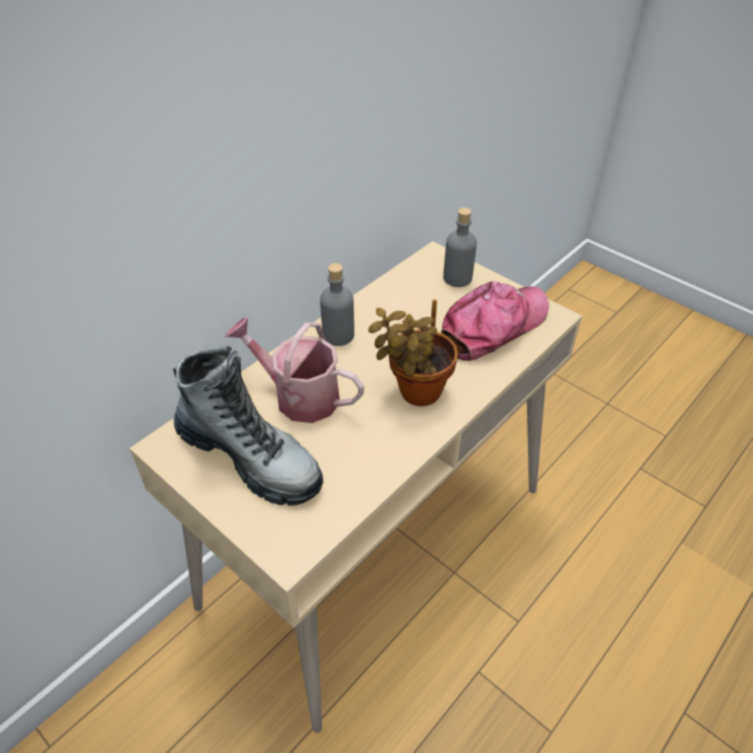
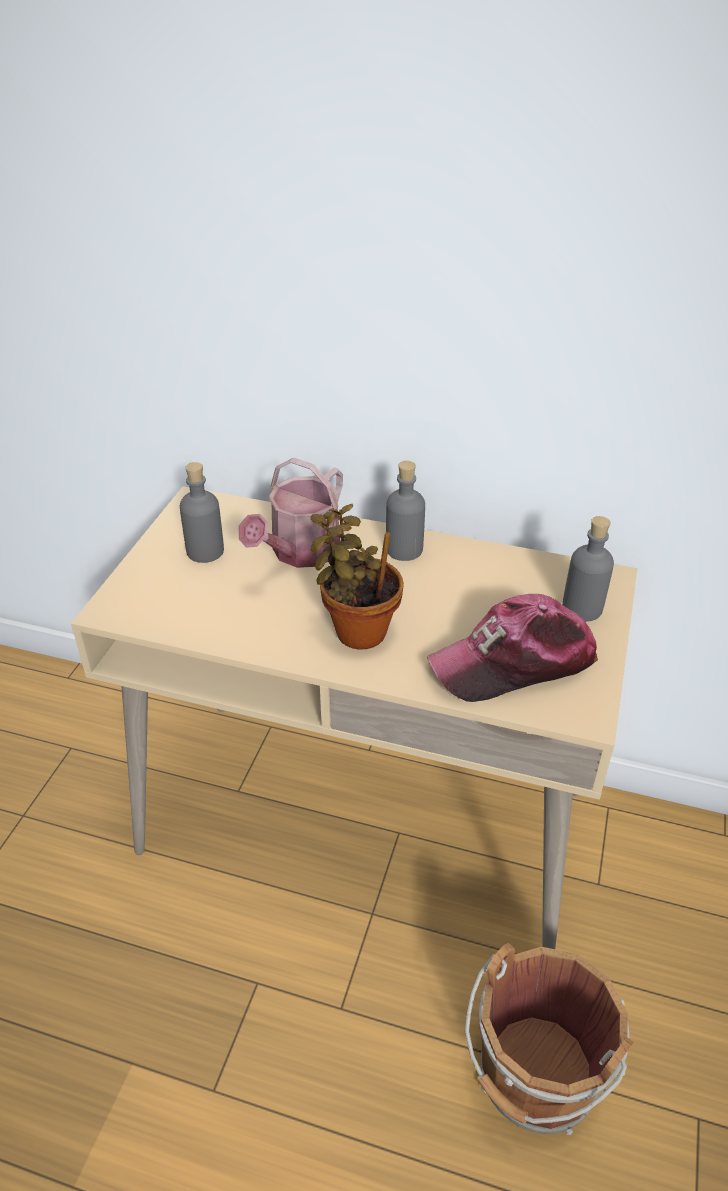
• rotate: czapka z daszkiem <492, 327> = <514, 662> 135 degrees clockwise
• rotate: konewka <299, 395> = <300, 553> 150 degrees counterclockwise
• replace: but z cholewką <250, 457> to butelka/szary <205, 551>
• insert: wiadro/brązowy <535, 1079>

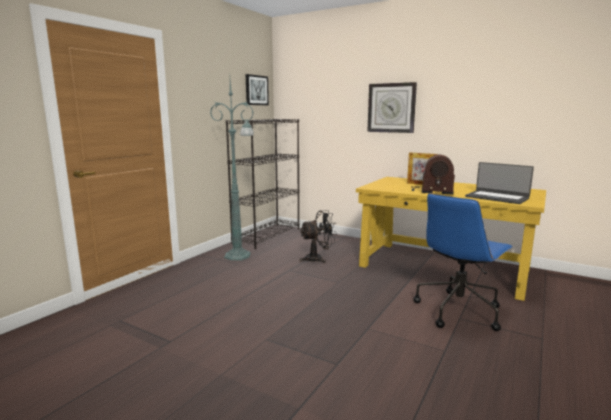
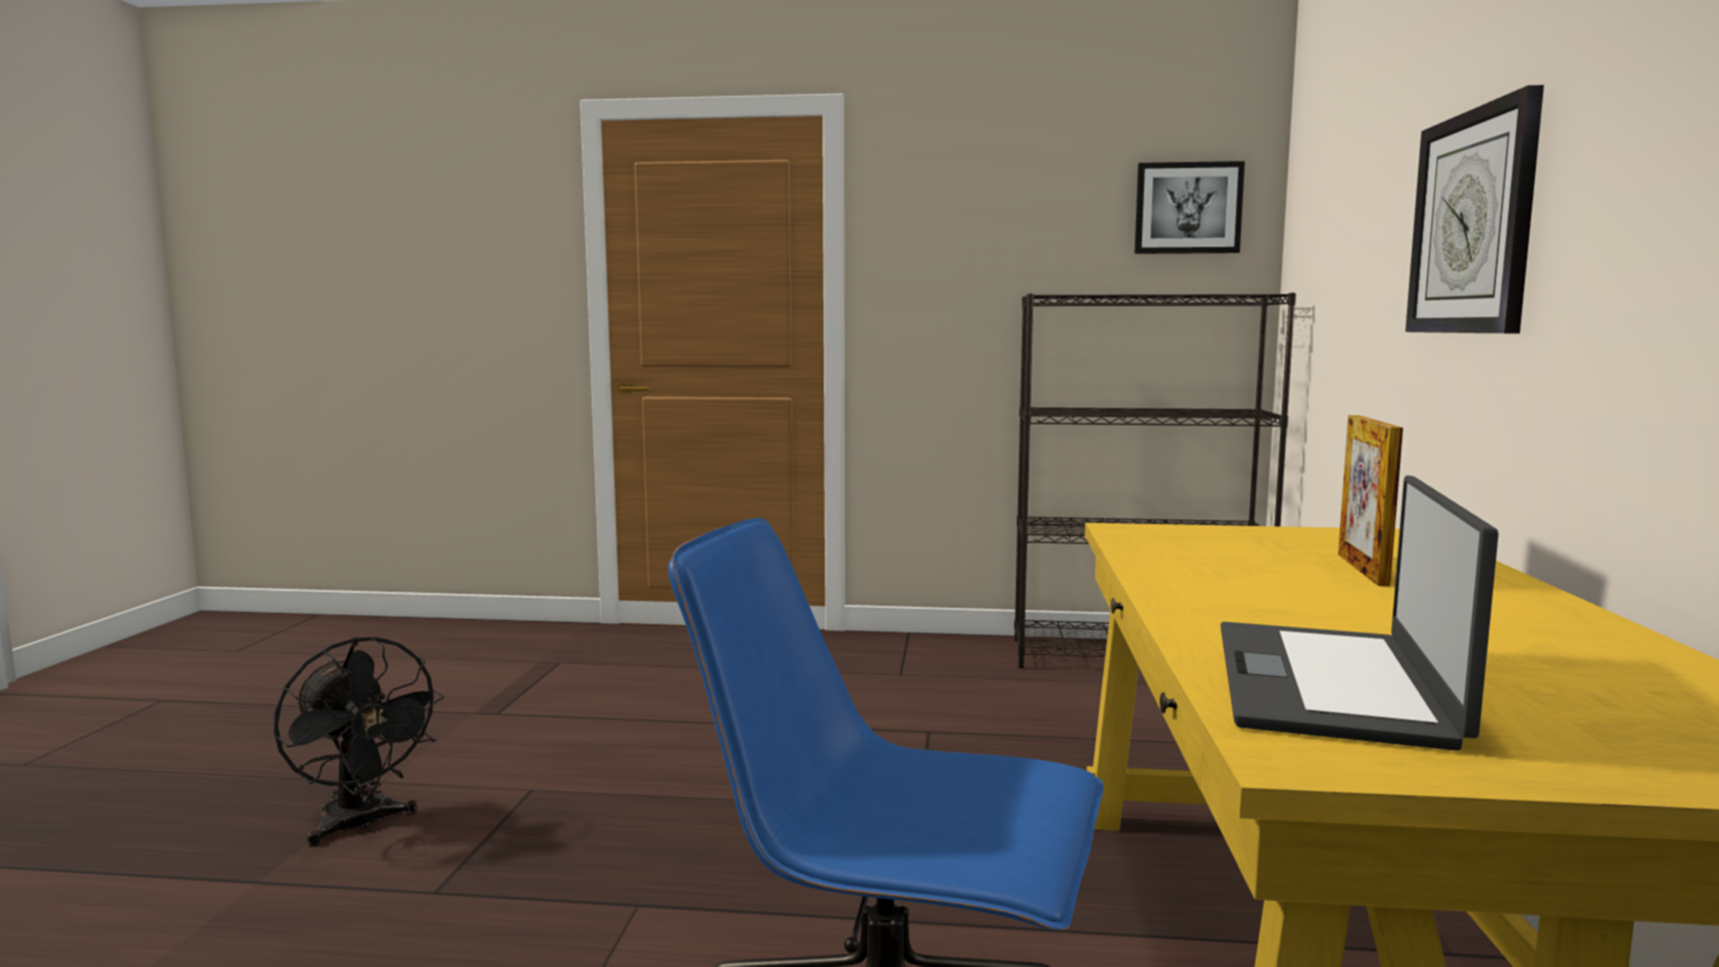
• delete: lampa stojąca/zielony <239, 256>
• delete: radio <431, 191>
• move: wentylator/czarny <318, 259> to <361, 825>

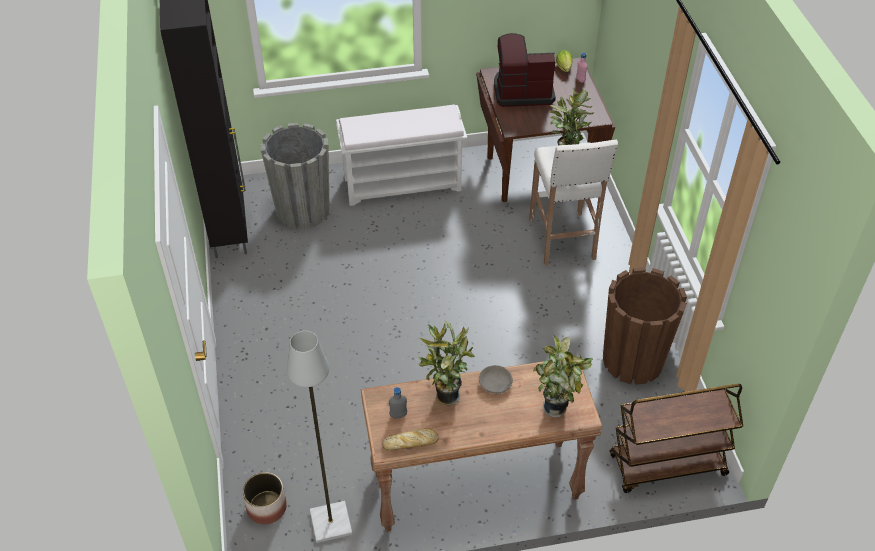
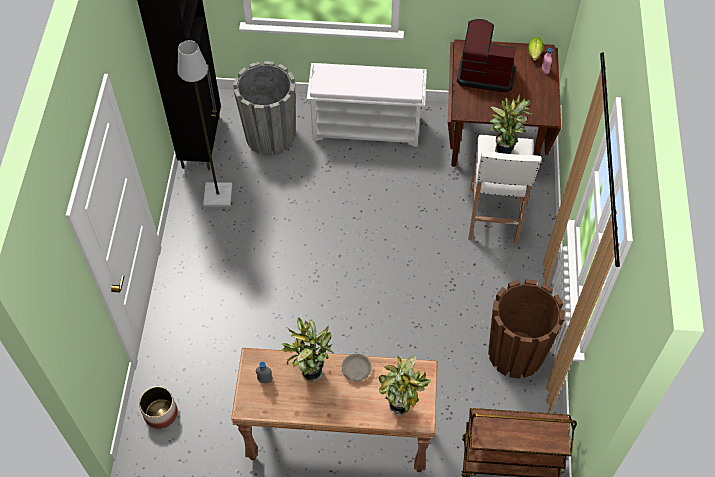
• move: lampa stojąca/szary <330, 522> to <217, 195>
• delete: chleb <411, 442>

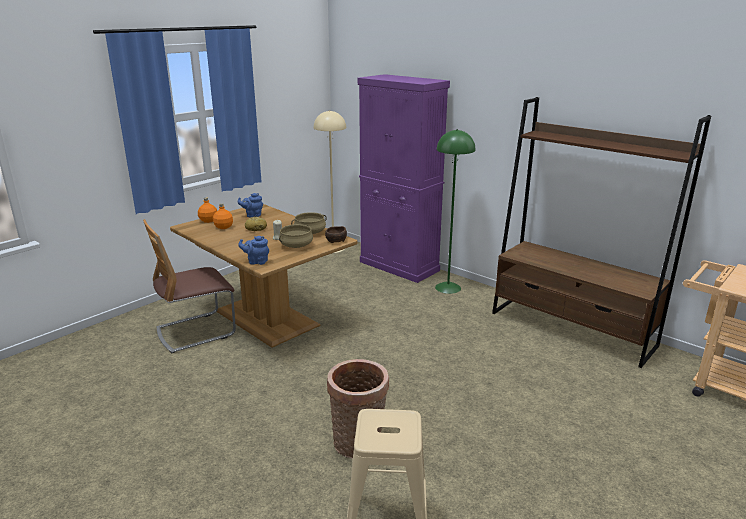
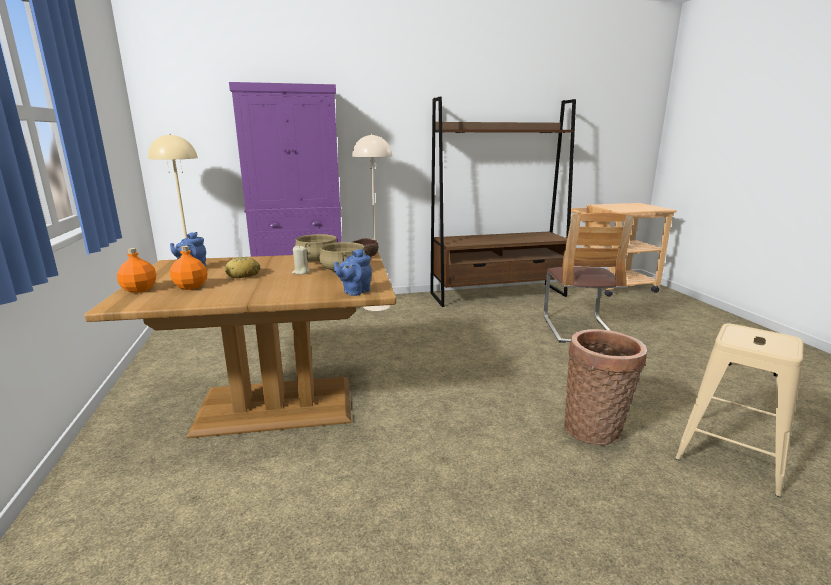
• recolor: lampa stojąca/zielony <448, 288> to lampa stojąca/beżowy <376, 306>
• move: krzesło <196, 332> to <578, 329>

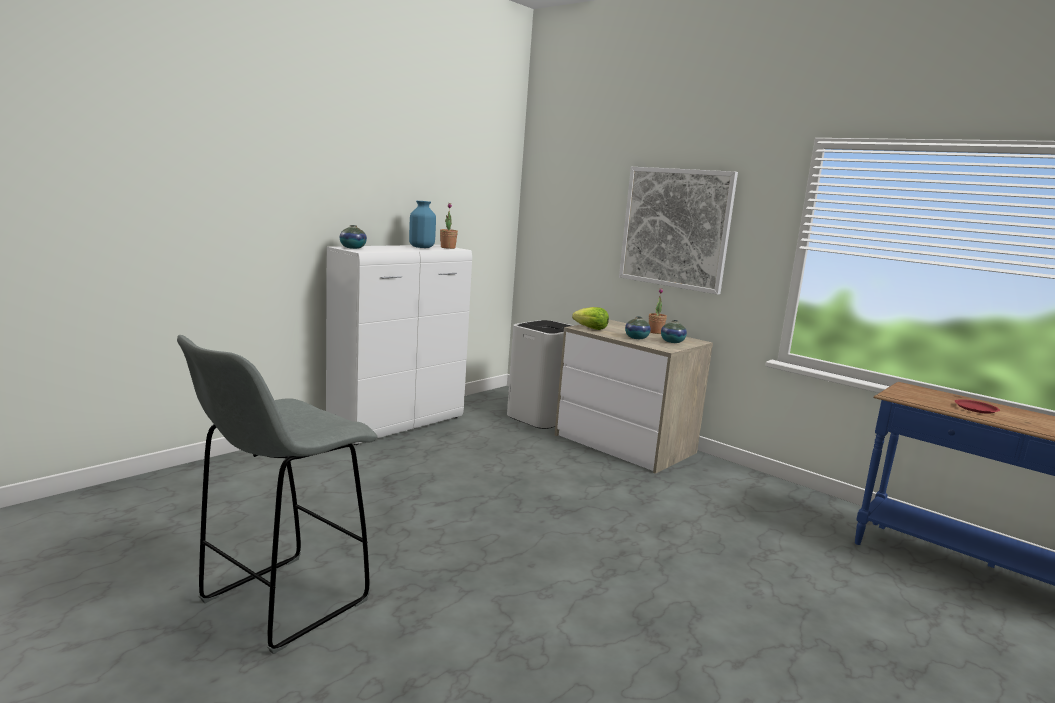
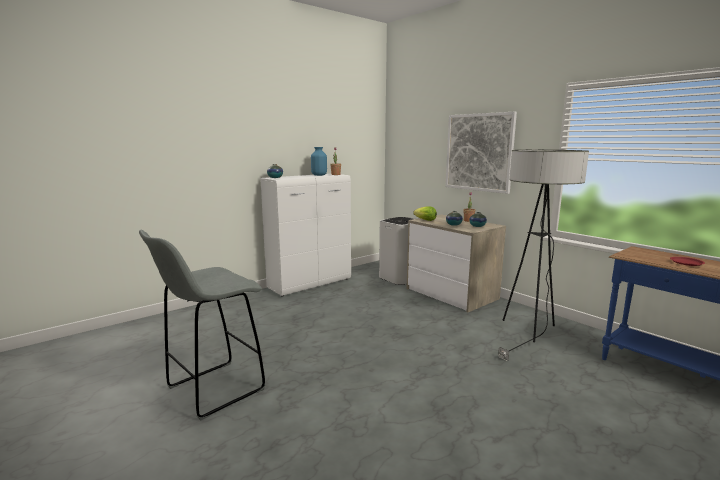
• insert: lampa stojąca <528, 334>

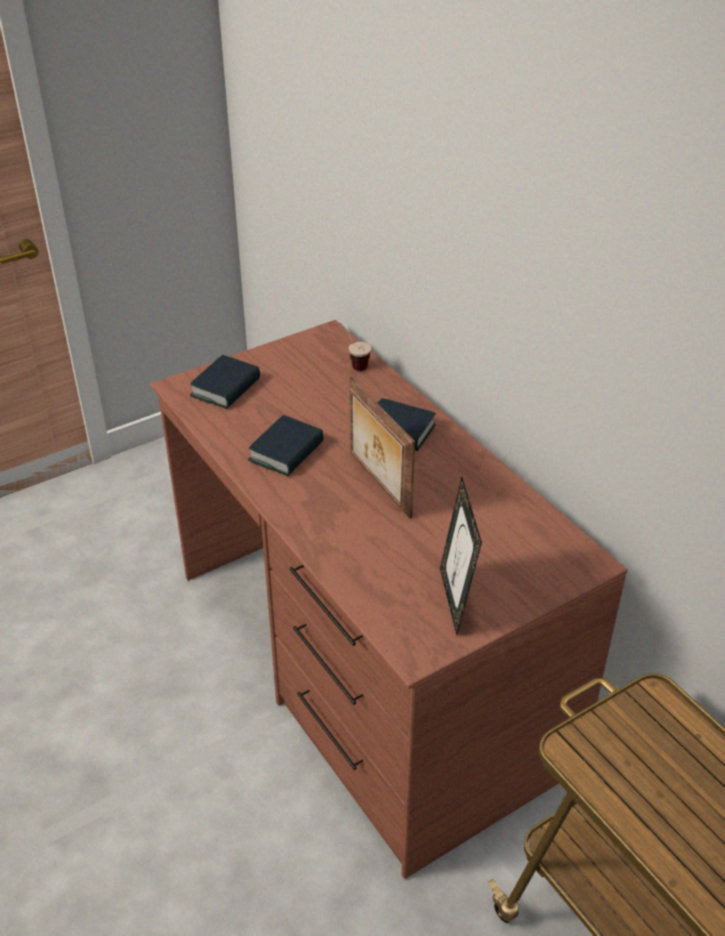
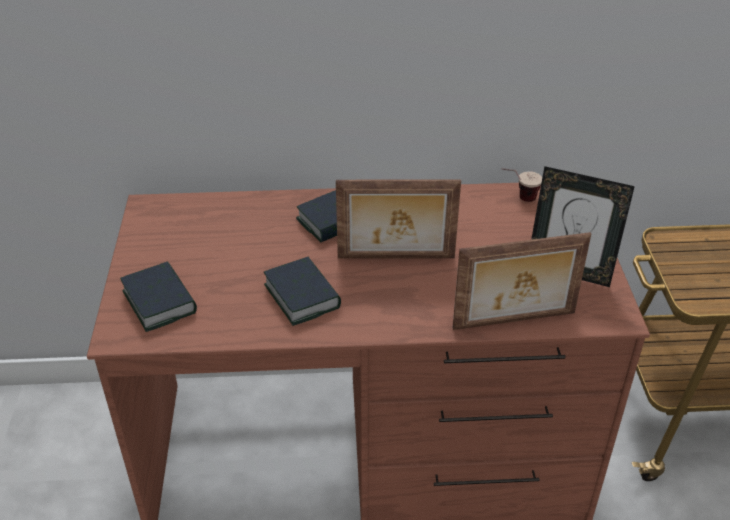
• move: filiżanka <353, 363> to <518, 199>
• insert: ramka na zdjęcie <514, 322>

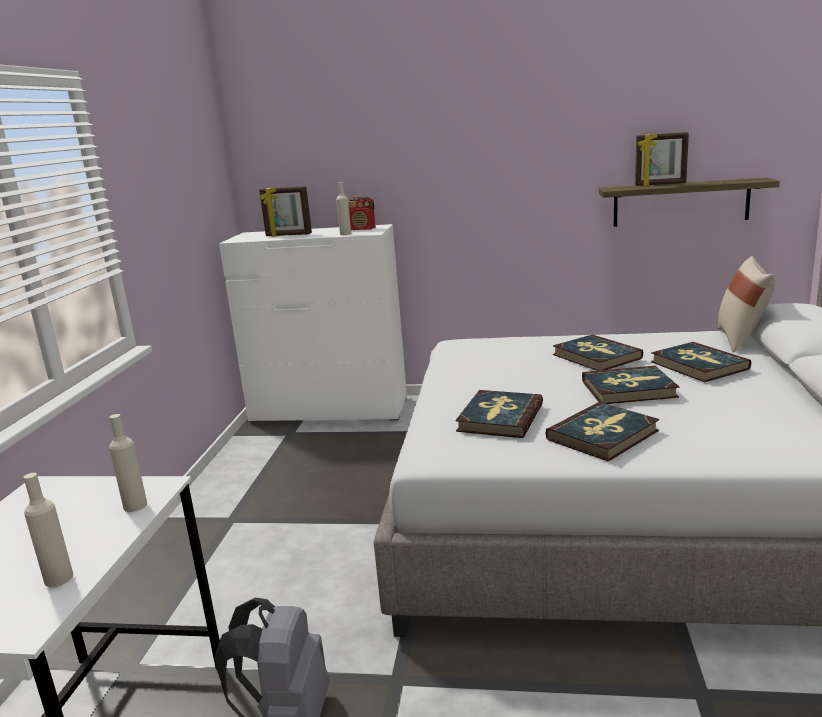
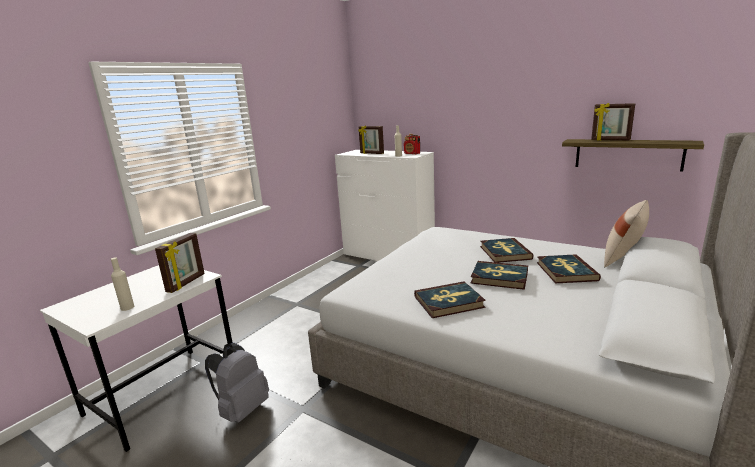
• delete: książka <499, 418>
• replace: butelka/beżowy <135, 506> to ramka na zdjęcie <186, 283>

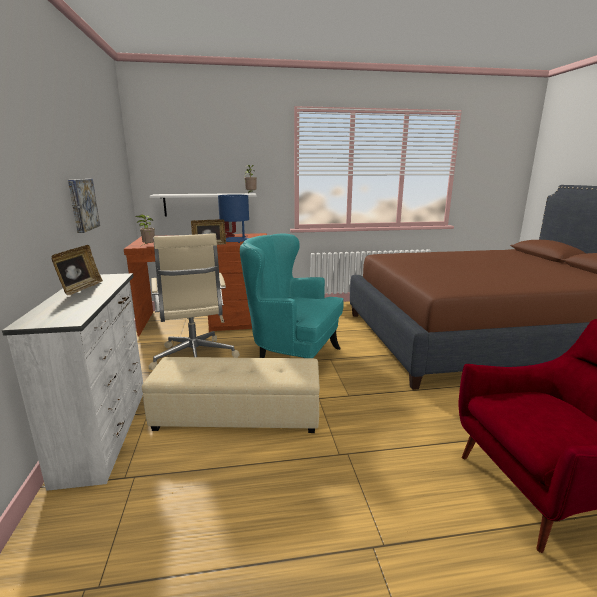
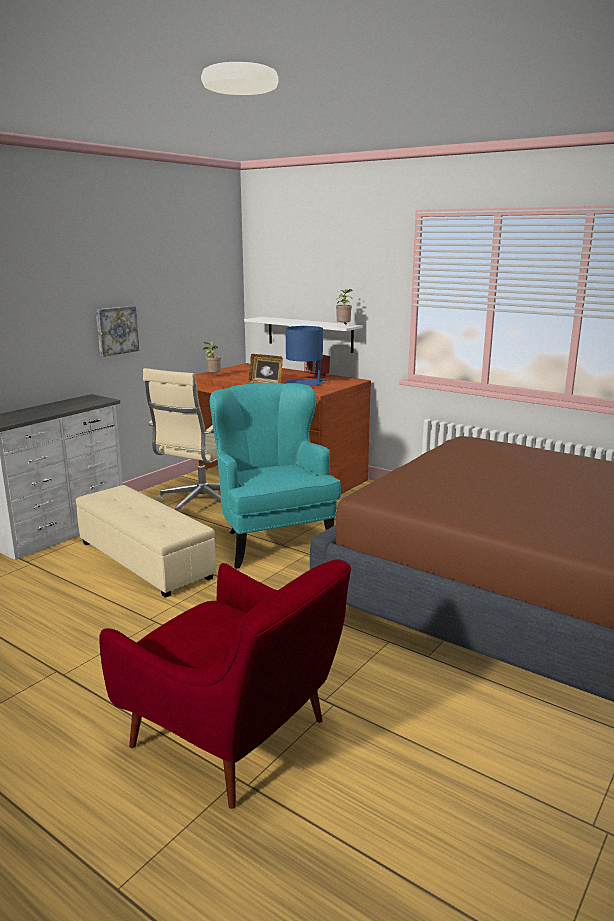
• delete: ramka na zdjęcie <80, 288>

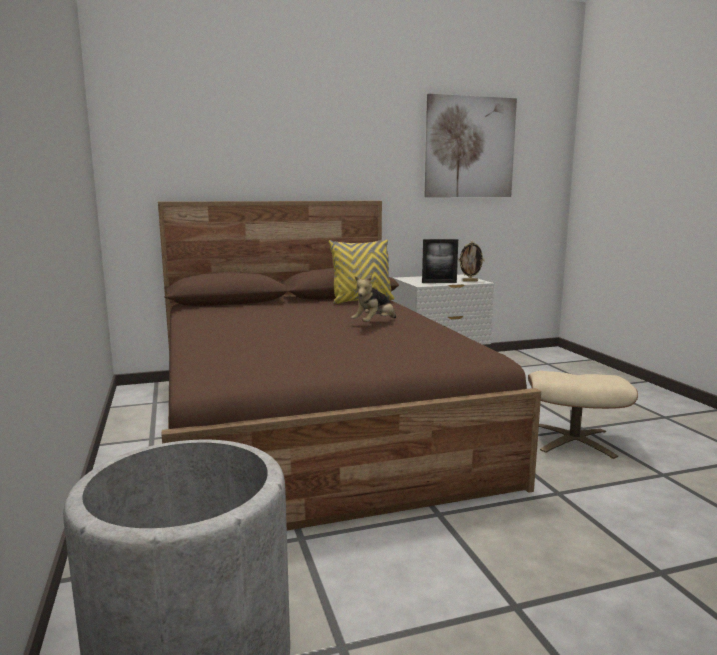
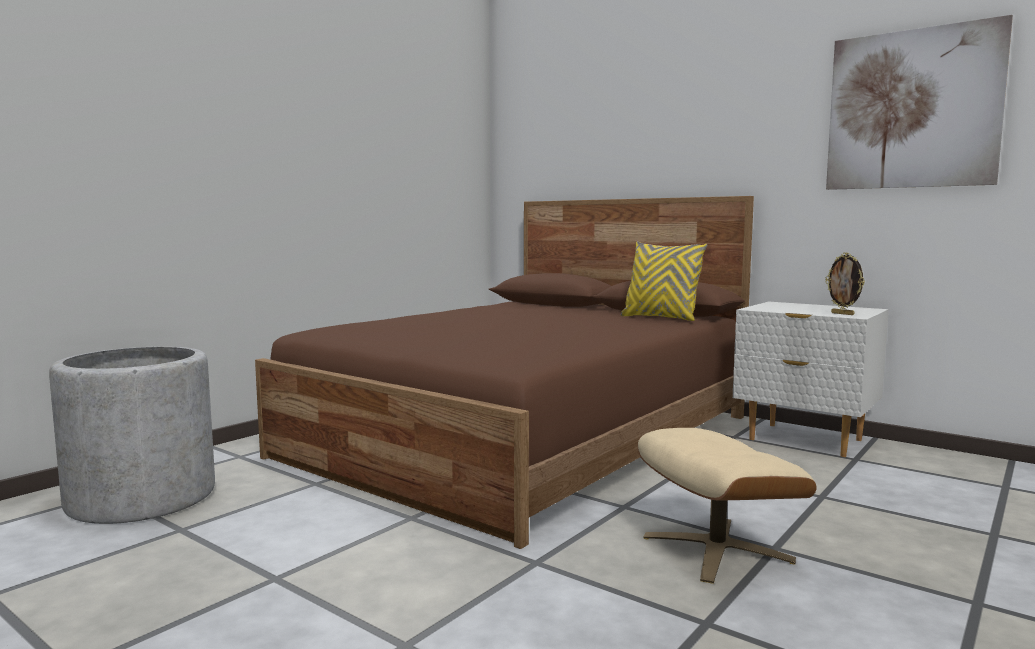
• delete: ramka na zdjęcie <439, 282>
• delete: pluszak <374, 324>

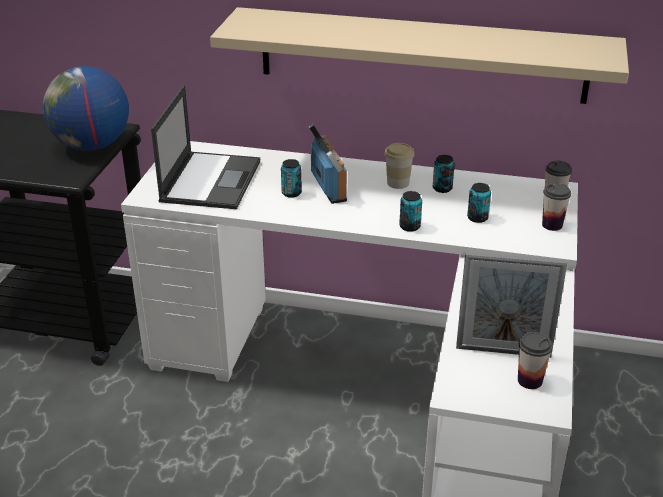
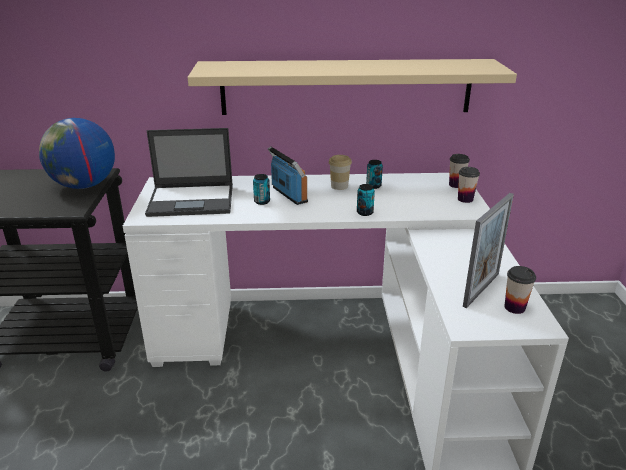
• rotate: laptop <211, 180> = <192, 200> 90 degrees clockwise
• delete: puszka <477, 218>
• rotate: ramka na zdjęcie <503, 351> = <481, 289> 45 degrees counterclockwise

